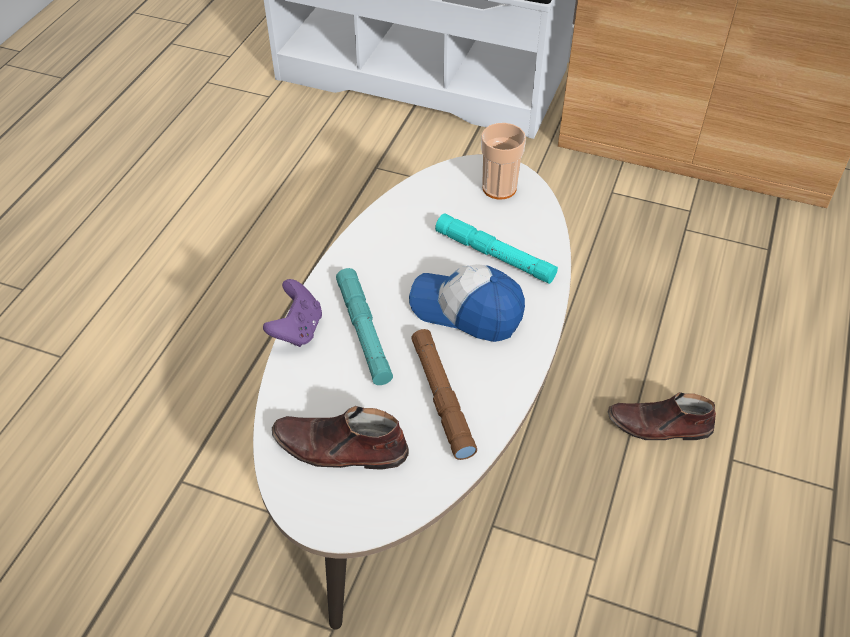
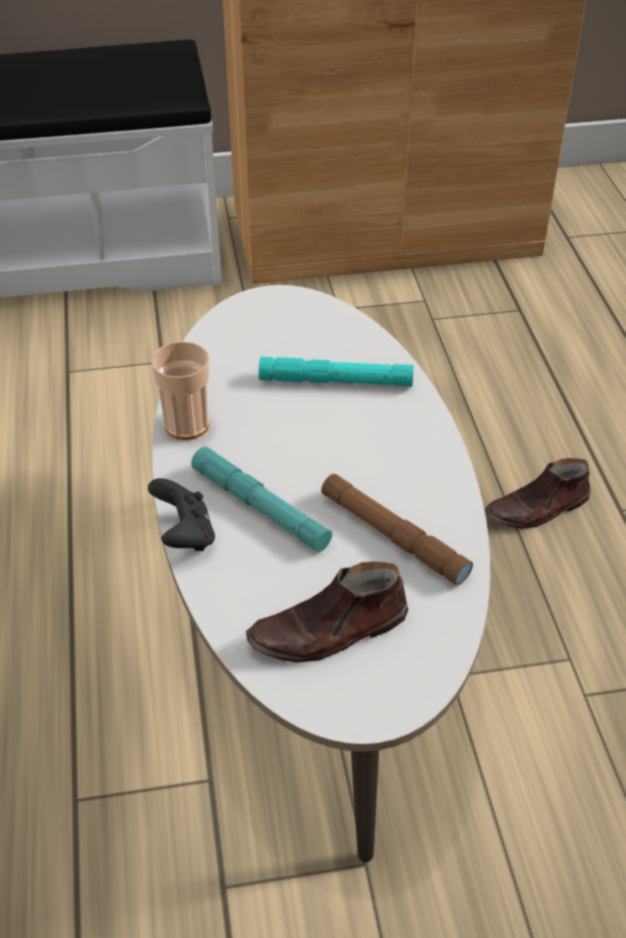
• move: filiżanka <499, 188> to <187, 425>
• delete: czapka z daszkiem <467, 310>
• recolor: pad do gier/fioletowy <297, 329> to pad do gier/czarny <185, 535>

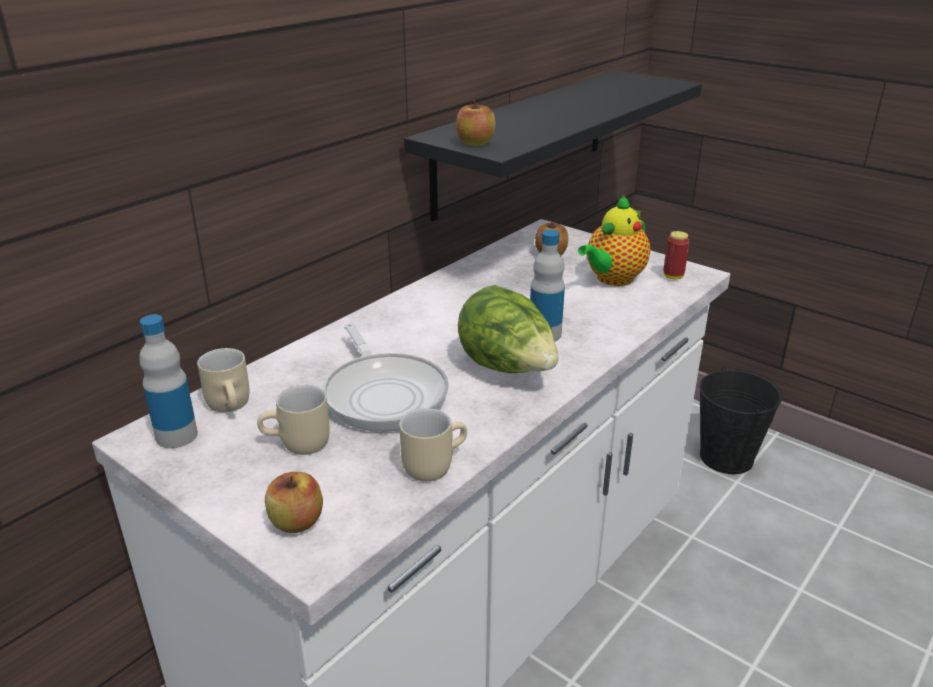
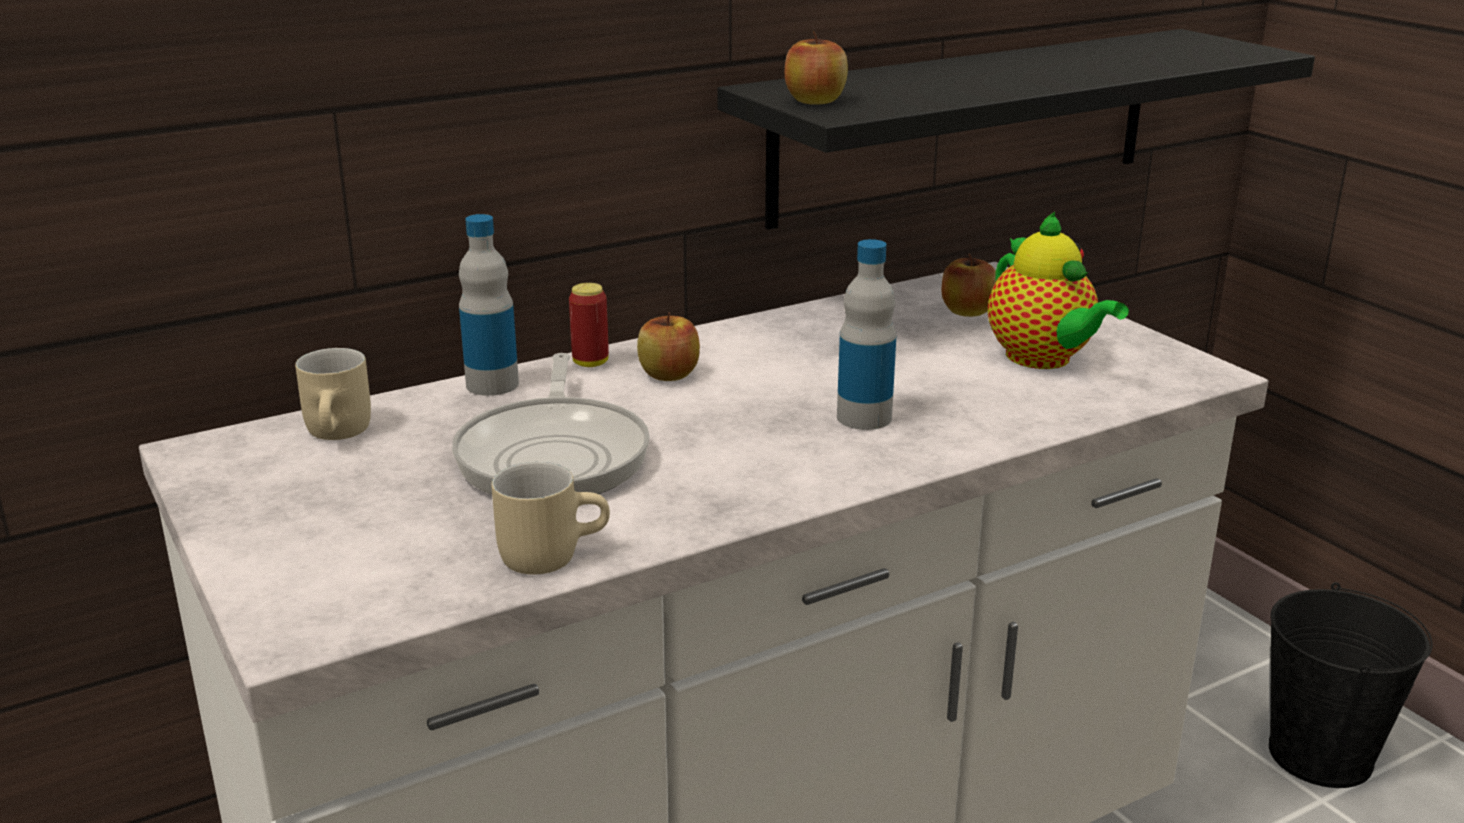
• rotate: imbryk <612, 279> = <1043, 359> 90 degrees counterclockwise
• move: puszka <673, 276> to <590, 363>
• delete: sałata <507, 369>
• move: butelka <177, 436> to <492, 384>
• delete: kubek/beżowy <298, 445>
• move: jabłko <296, 522> to <669, 374>

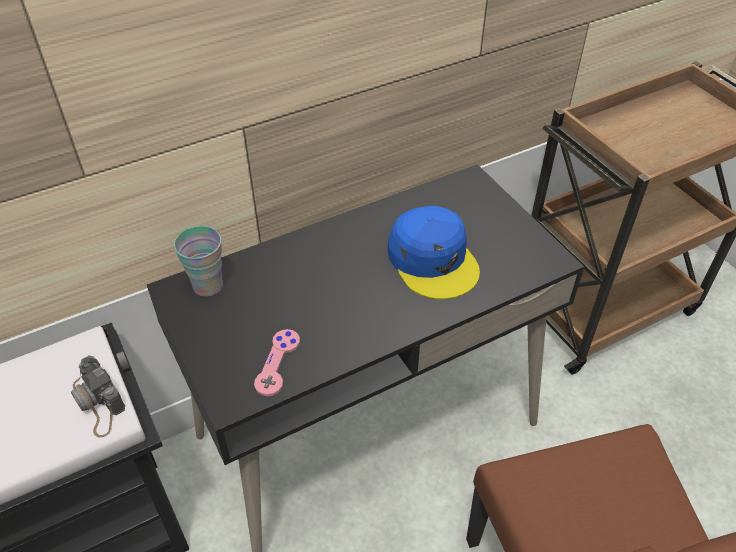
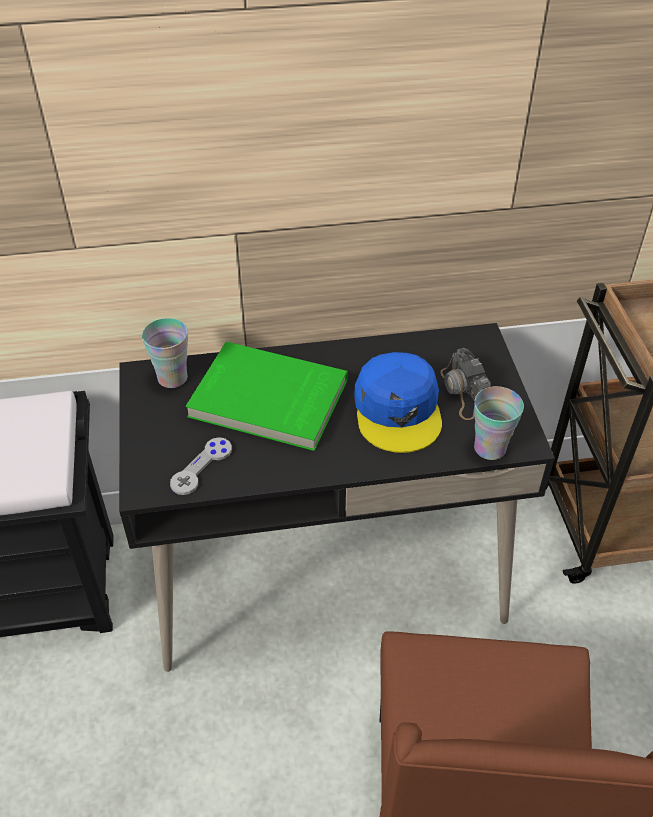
• recolor: pad do gier/różowy <277, 363> to pad do gier/szary <201, 467>
• move: aparat fotograficzny <98, 402> to <463, 391>
• insert: książka/zielony <267, 400>
• insert: filiżanka <490, 448>

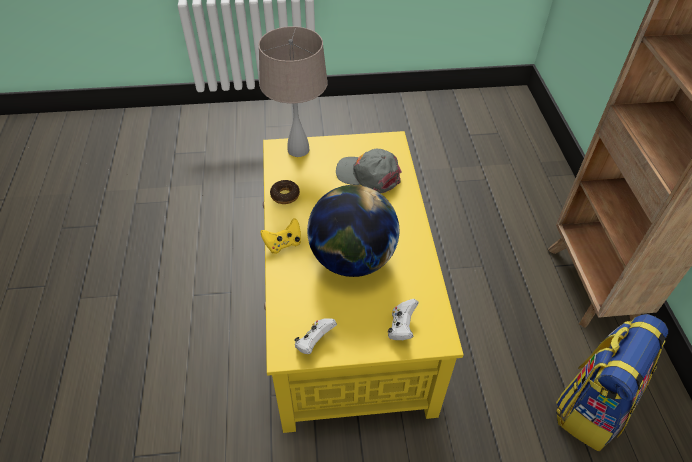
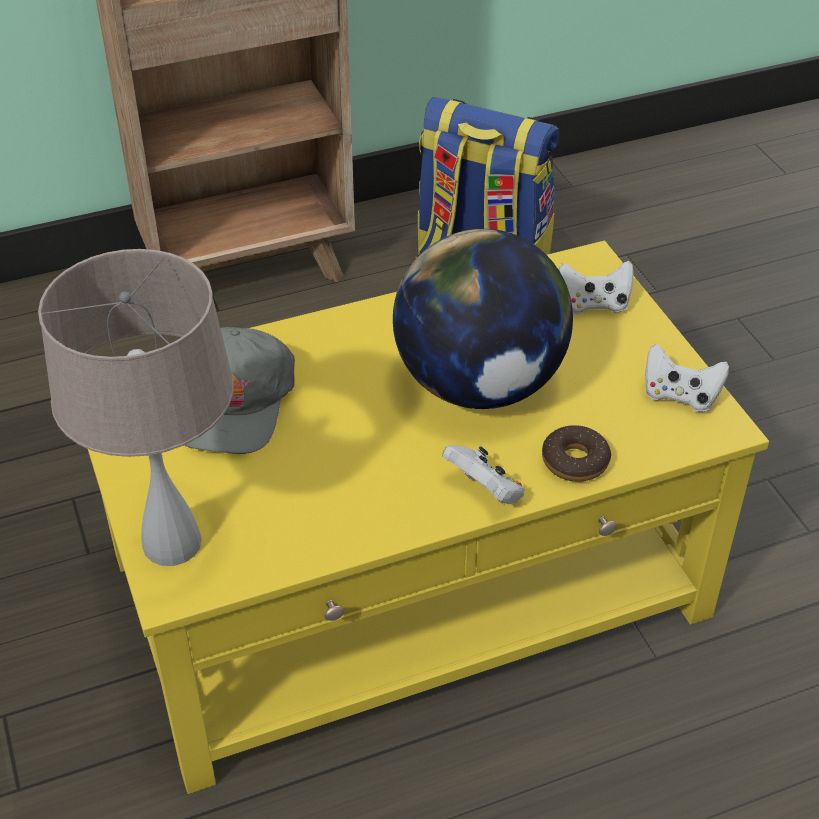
• move: donut <285, 195> to <575, 461>
• recolor: pad do gier/żółty <283, 244> to pad do gier/biały <485, 492>

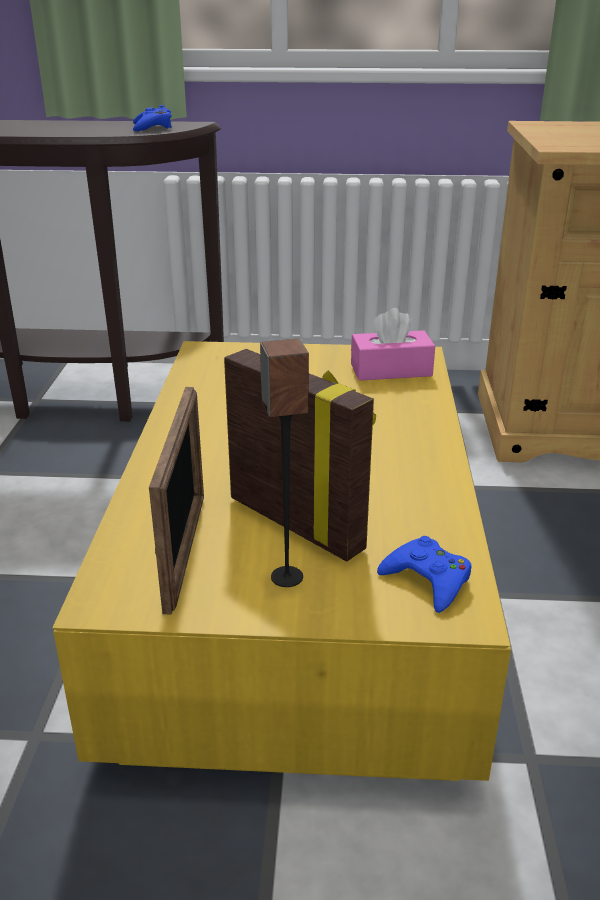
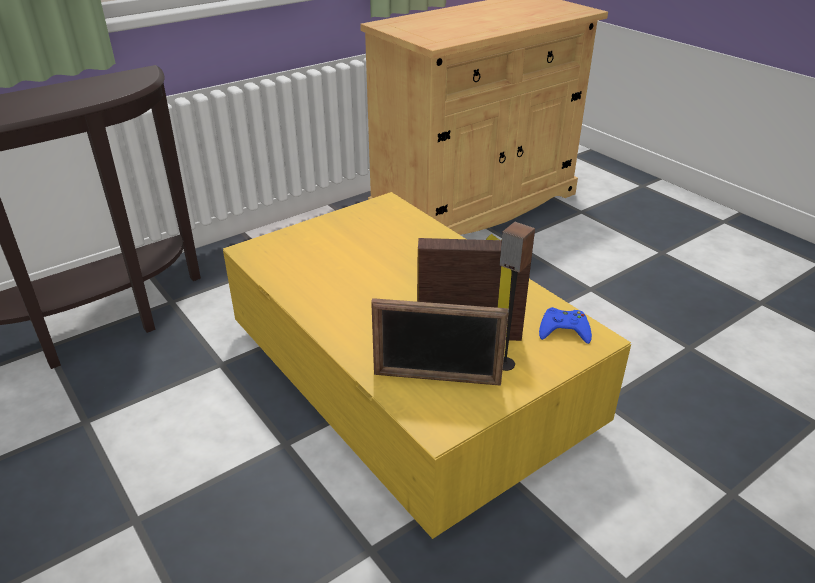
• delete: pad do gier/niebieski <152, 127>
• delete: pudełko chusteczek/różowy <391, 370>
• rotate: ramka na zdjęcie <185, 550> = <437, 379> 135 degrees clockwise

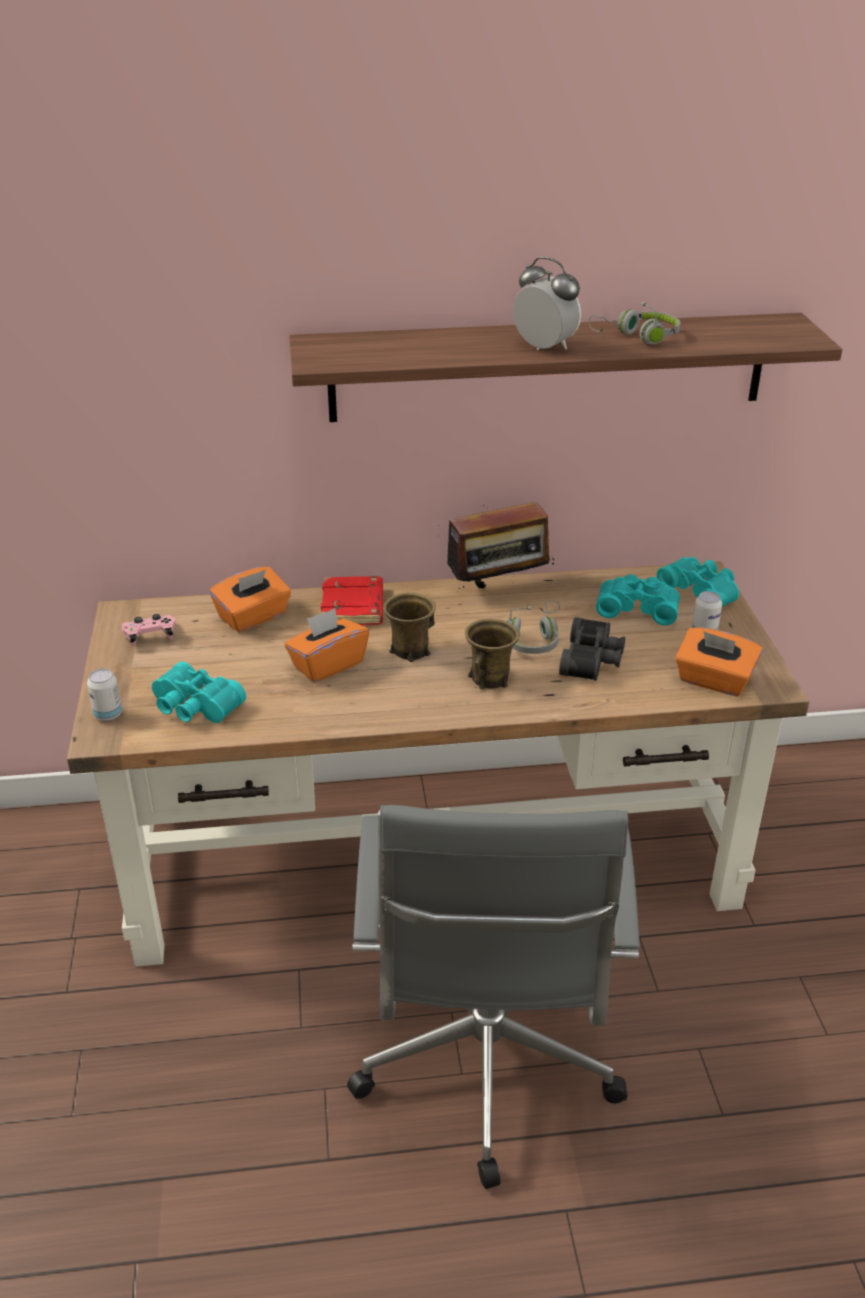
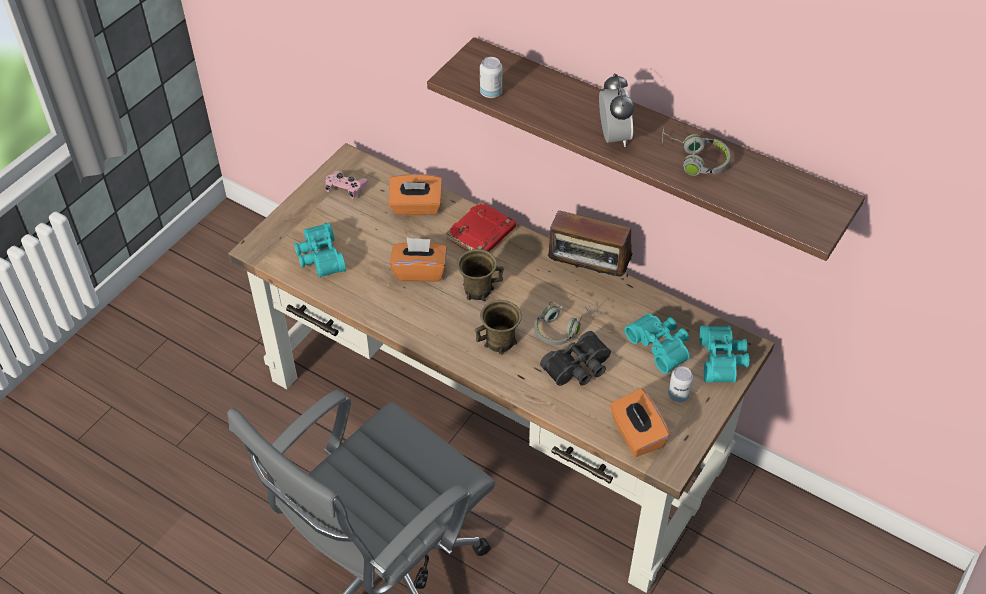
• move: puszka <108, 714> to <491, 93>

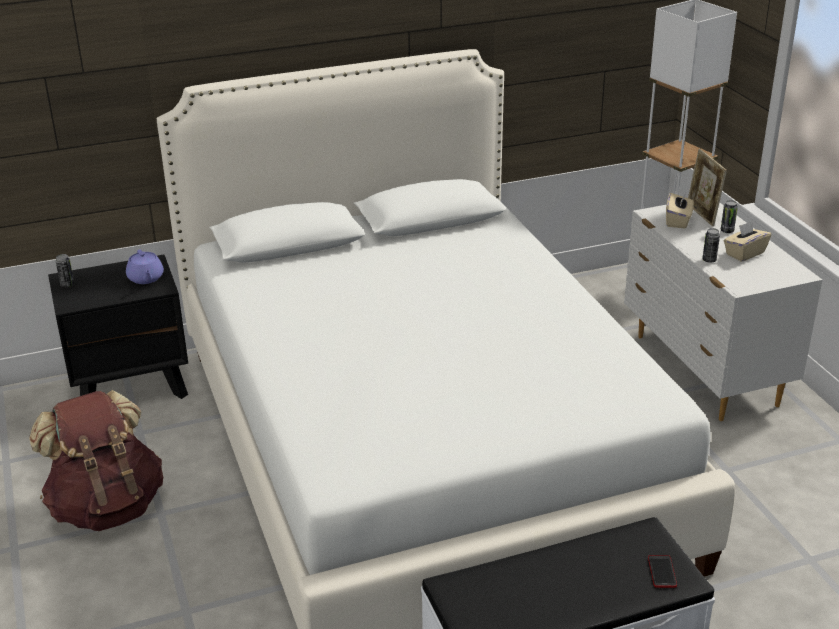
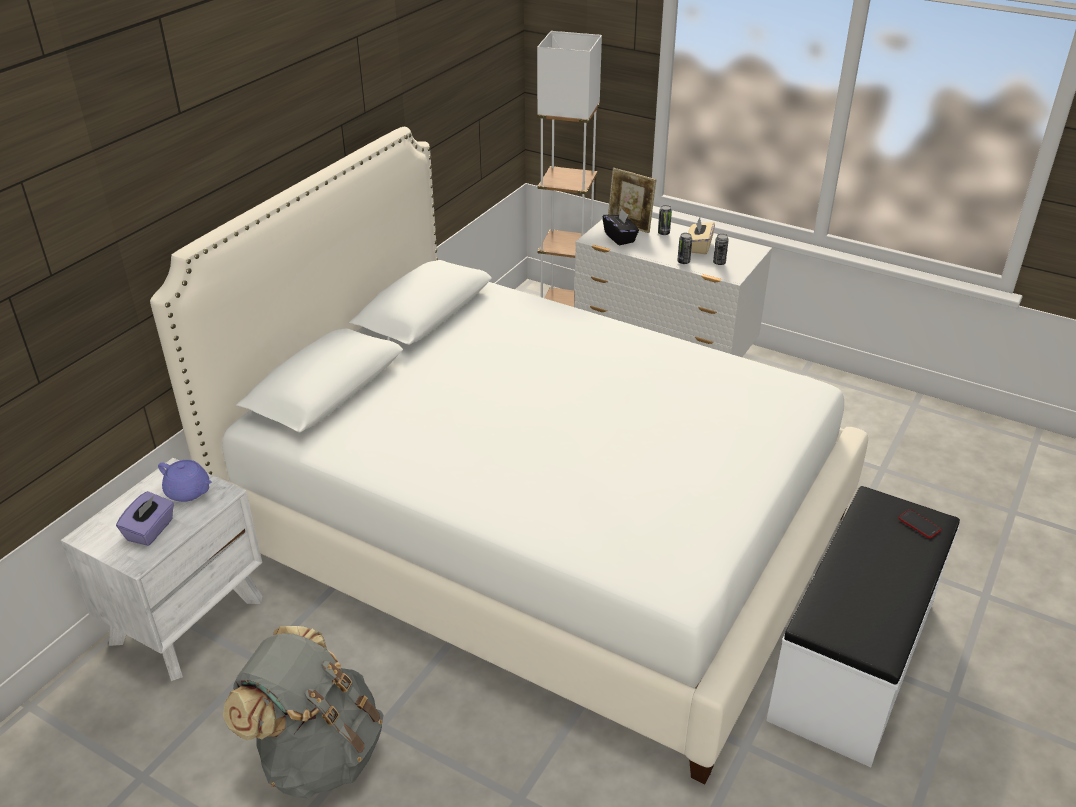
• recolor: pudełko chusteczek/beżowy <678, 221> to pudełko chusteczek/czarny <620, 238>
• move: puszka <67, 284> to <719, 263>
• recolor: szafka nocna/czarny <131, 385> to szafka nocna/biały <187, 619>
• recolor: plecak/brązowy <107, 506> to plecak/szary <318, 752>
• insert: pudełko chusteczek/fioletowy <151, 530>

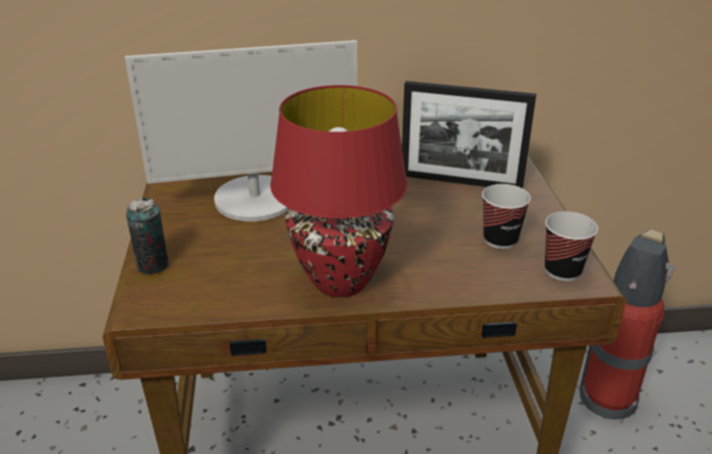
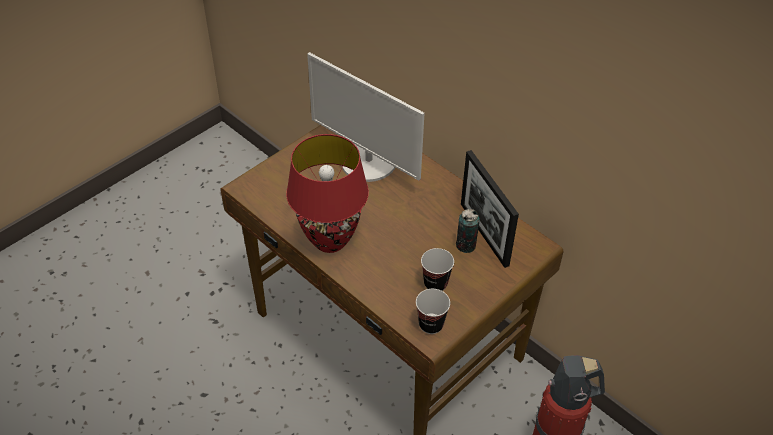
• move: puszka <152, 265> to <466, 245>

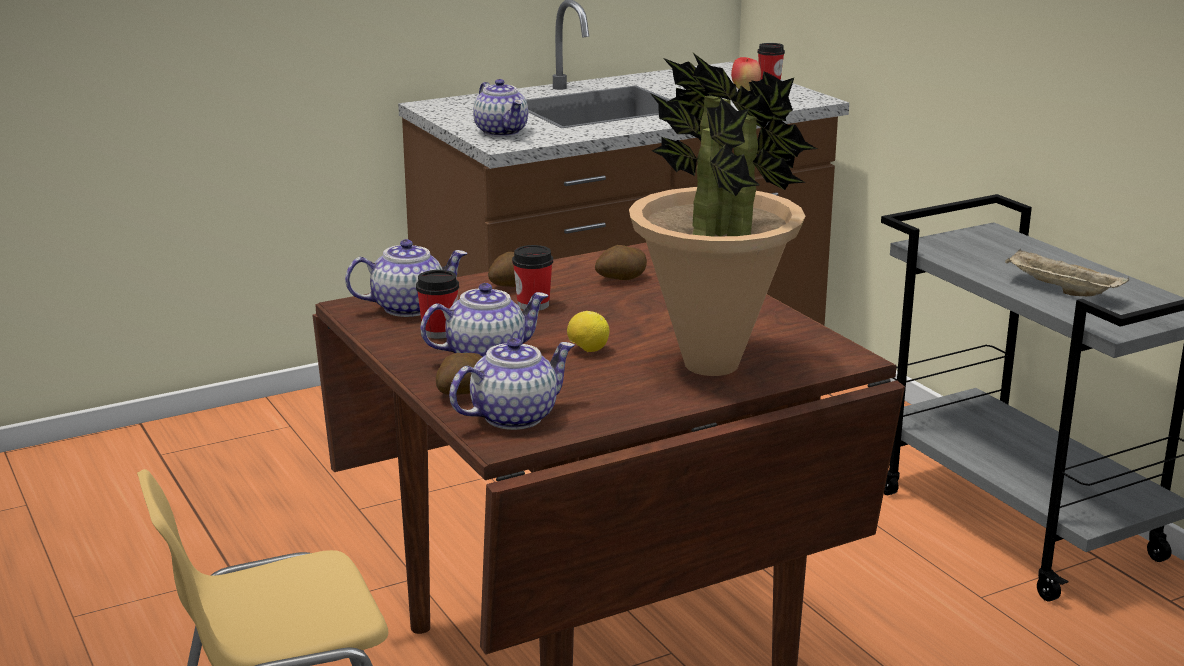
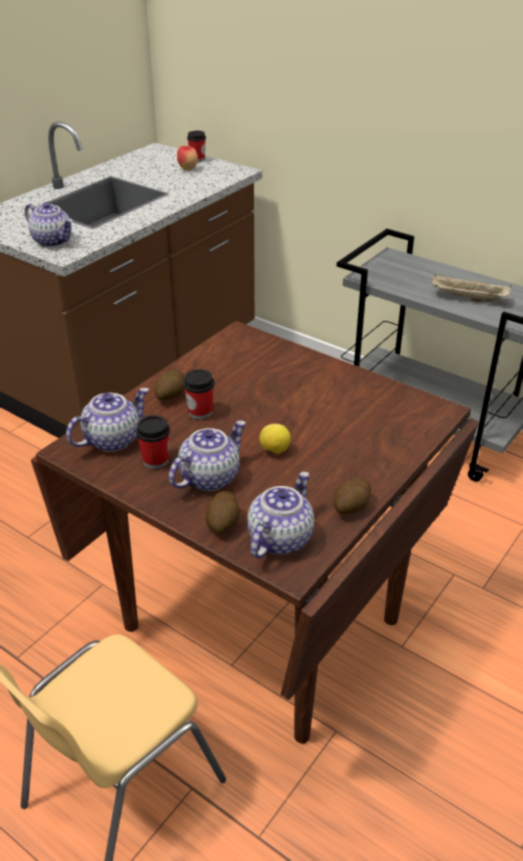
• delete: roślina doniczkowa <713, 365>
• move: ziemniak <620, 279> to <351, 507>

